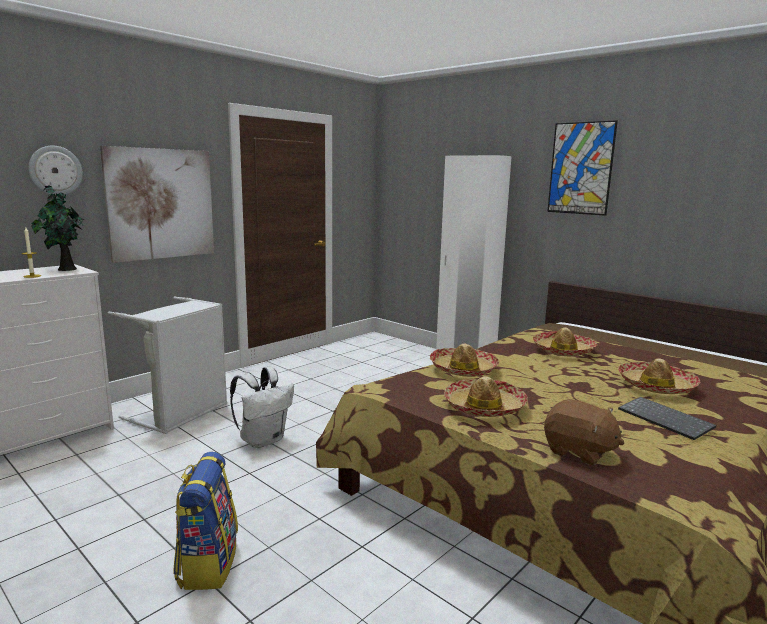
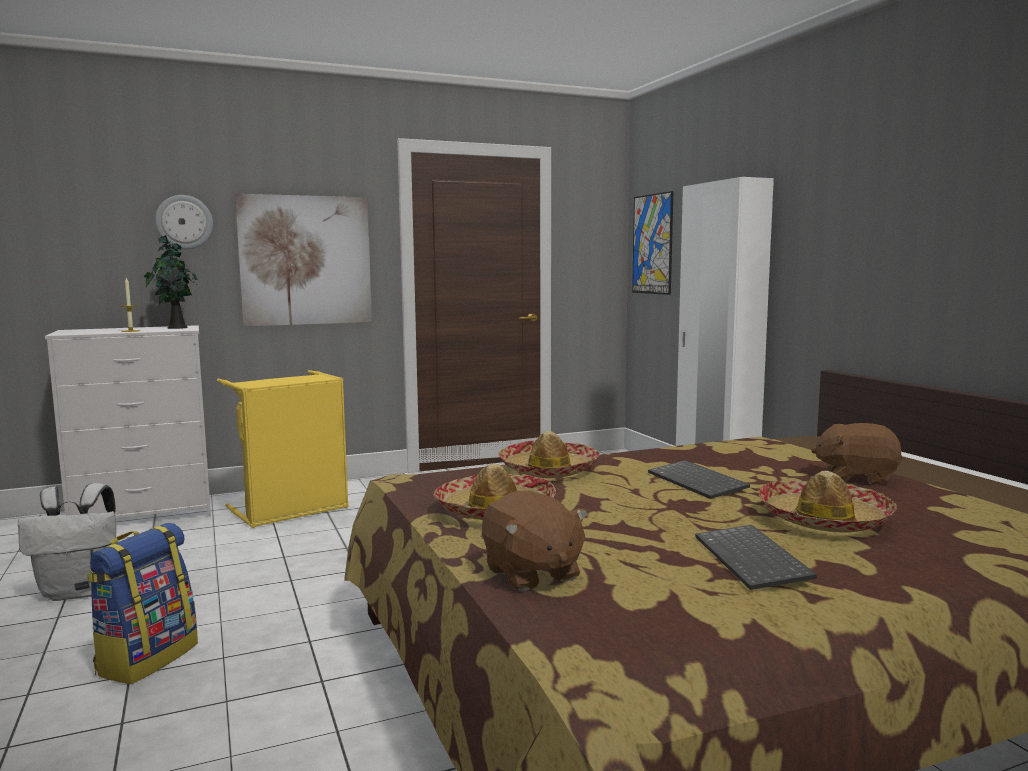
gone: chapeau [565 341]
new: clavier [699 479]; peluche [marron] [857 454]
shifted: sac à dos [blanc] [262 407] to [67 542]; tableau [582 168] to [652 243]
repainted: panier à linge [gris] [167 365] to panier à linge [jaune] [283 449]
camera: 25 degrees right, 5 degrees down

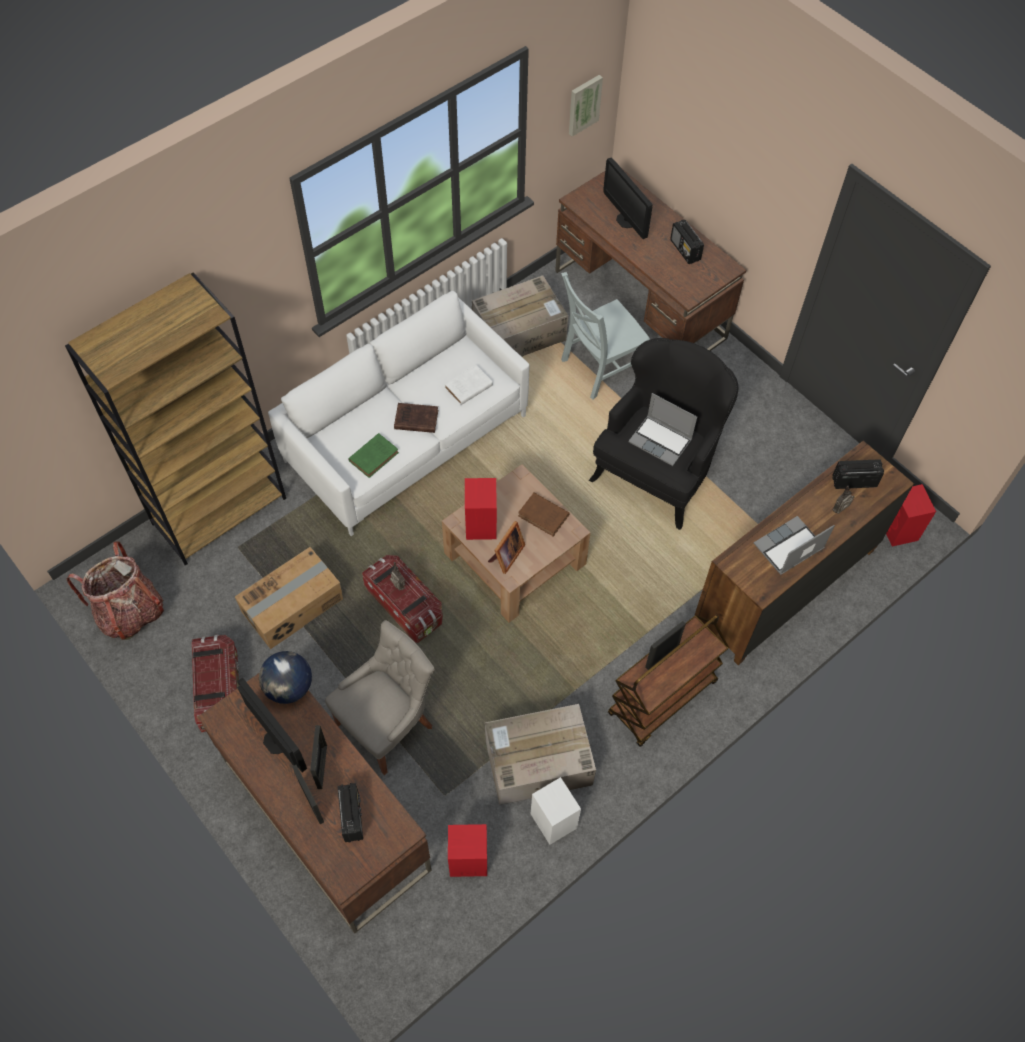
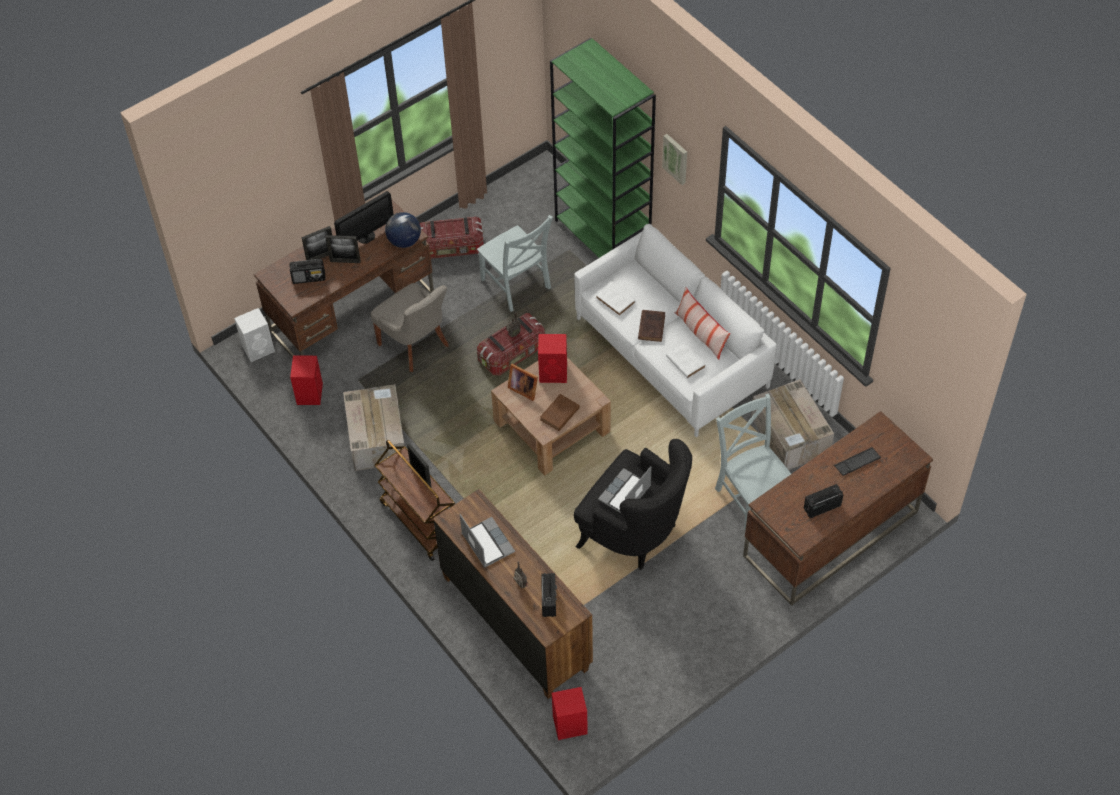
gone: sac à dos [115 590]
new: coussin [702 323]
shifted: enceinte [blanc] [556 811] to [254 335]; tableau [586 106] to [674 159]
swapped: carton [289 598] to chaise [gris] [515 263]; écran d'ordinateur [628 198] to clavier [857 461]
repainted: bibliothèque [marron] [175 418] to bibliothèque [vert] [603 148]; livre [vert] [373 455] to livre [blanc] [616 299]
camera: 95 degrees right, 5 degrees down

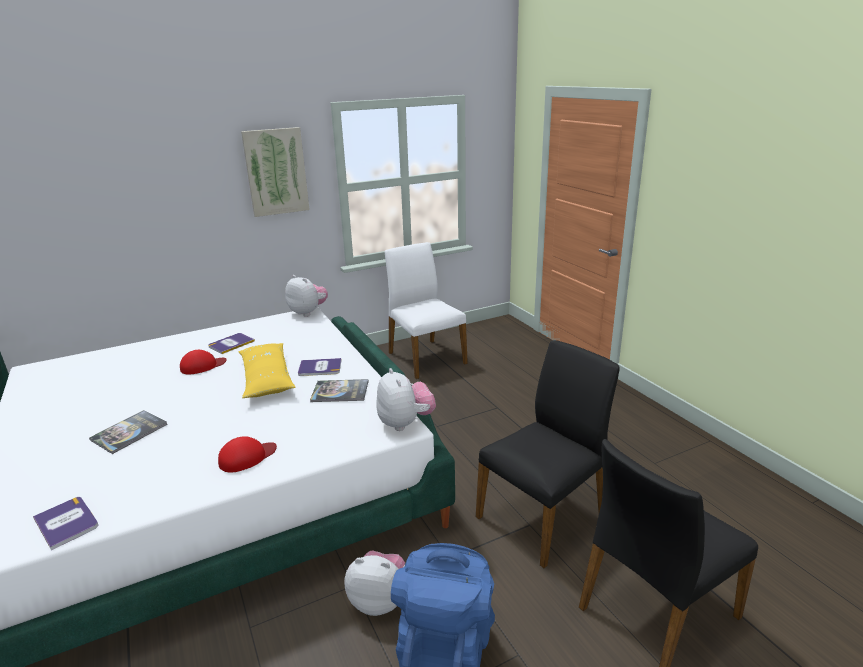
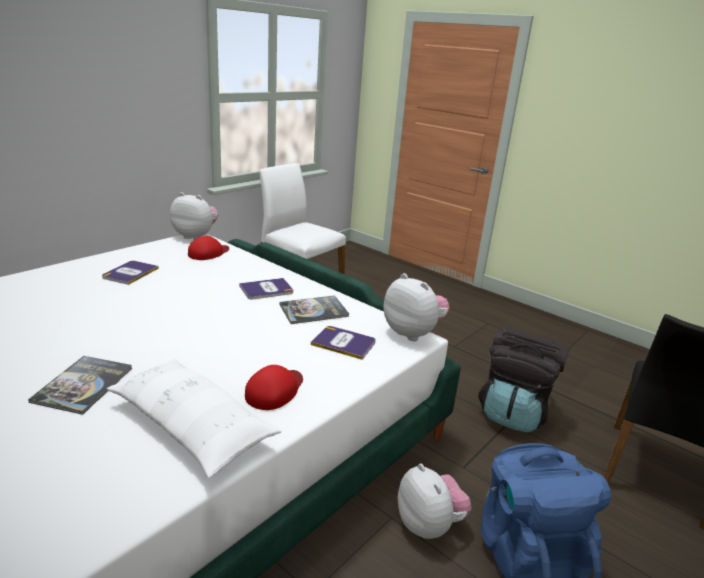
gone: coussin [jaune] [267 370]; tableau [275 172]
new: coussin [blanc] [194 418]
shifted: livre [65 523] to [343 343]; casquette [rouge] [203 362] to [208 248]
swapped: chaise [noir] [548 454] to sac à dos [noir] [523 380]
rotated: peluche [374 583] = [434 501] 75 degrees clockwise
camera: 25 degrees left, 0 degrees up

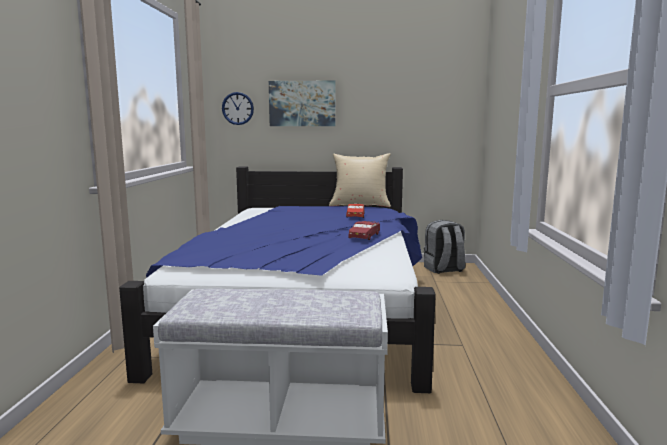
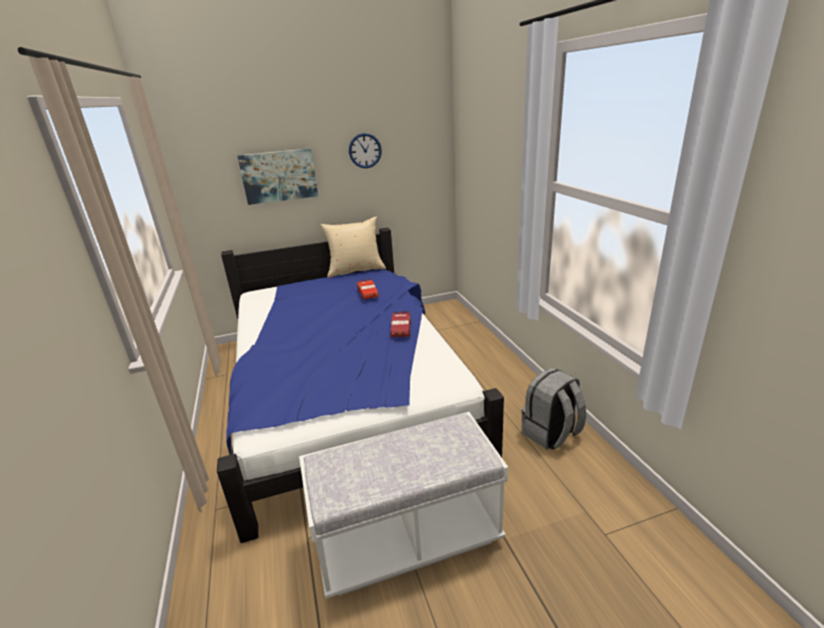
shifted: horloge murale [238 108] to [365 150]; sac à dos [gris] [444 247] to [553 408]
camera: 20 degrees left, 15 degrees up

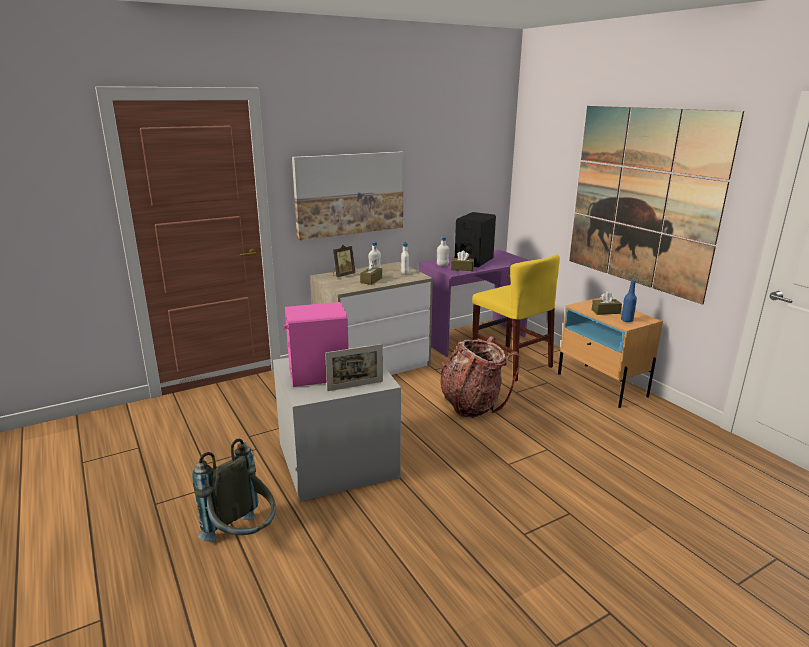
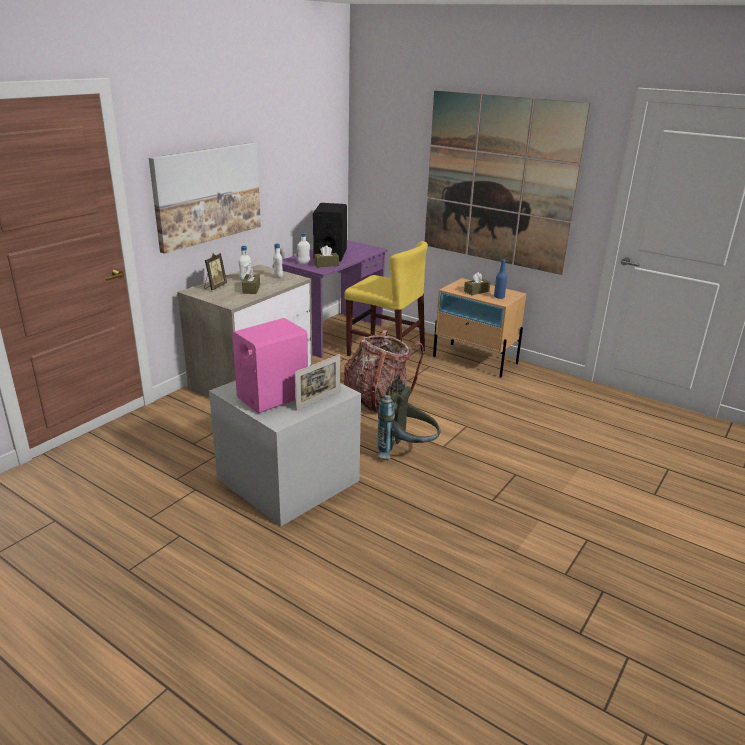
shifted: sac à dos [gris] [234 490] to [408 416]
camera: 25 degrees left, 5 degrees up

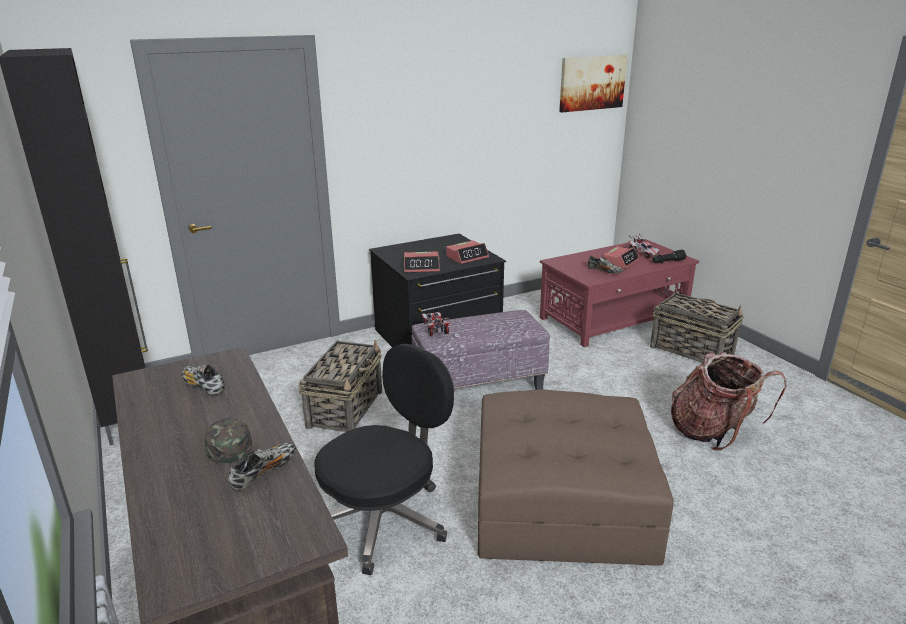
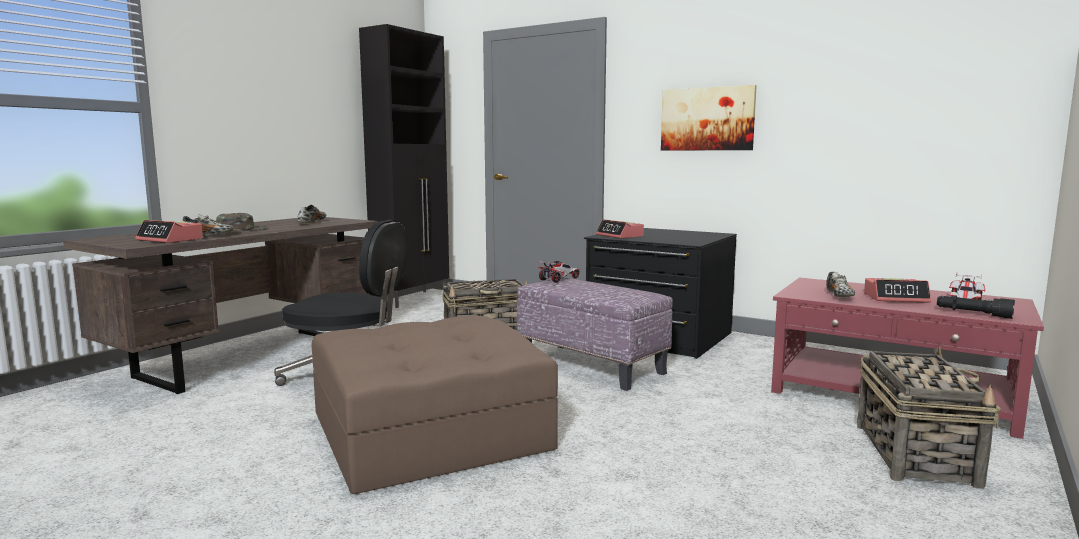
gone: sac à dos [729 401]
shifted: réveil [467 252] to [169 231]; tableau [593 83] to [709 117]
camera: 60 degrees right, 15 degrees down

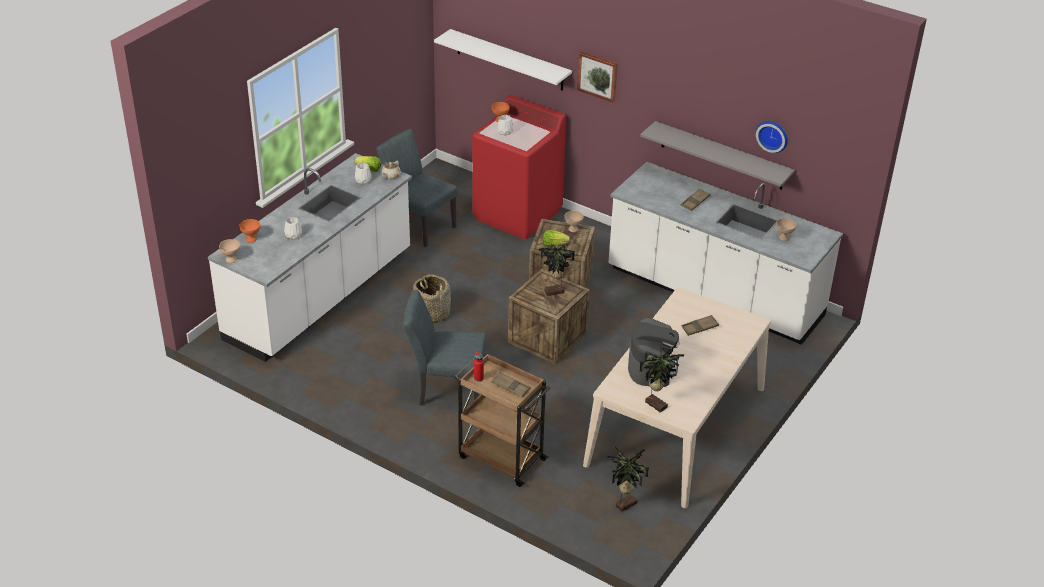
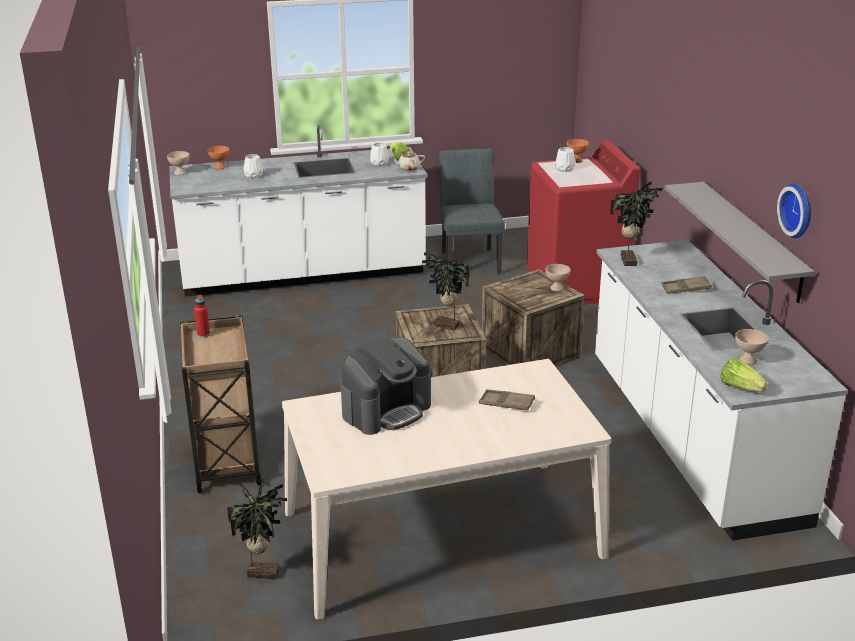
gone: chaise [gris] [444 347]; panier [432 299]; étagère [blanc] [503 60]; plateau [marron] [510 385]; tableau [597 76]
shifted: laitue [556 238] to [744 375]; plante en pot [661 376] to [636 223]
camera: 45 degrees right, 10 degrees down

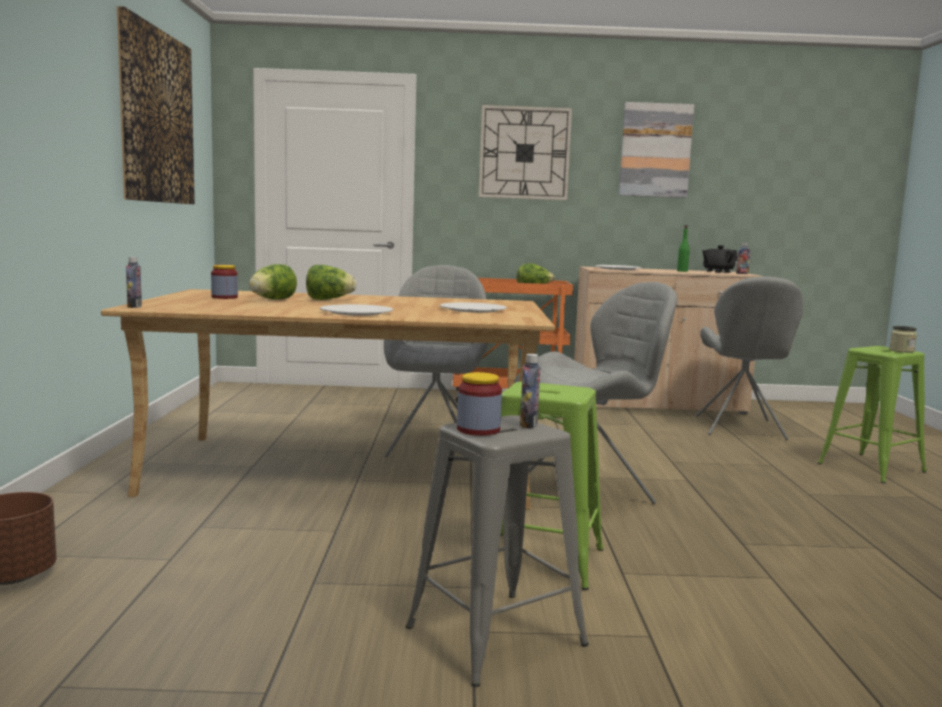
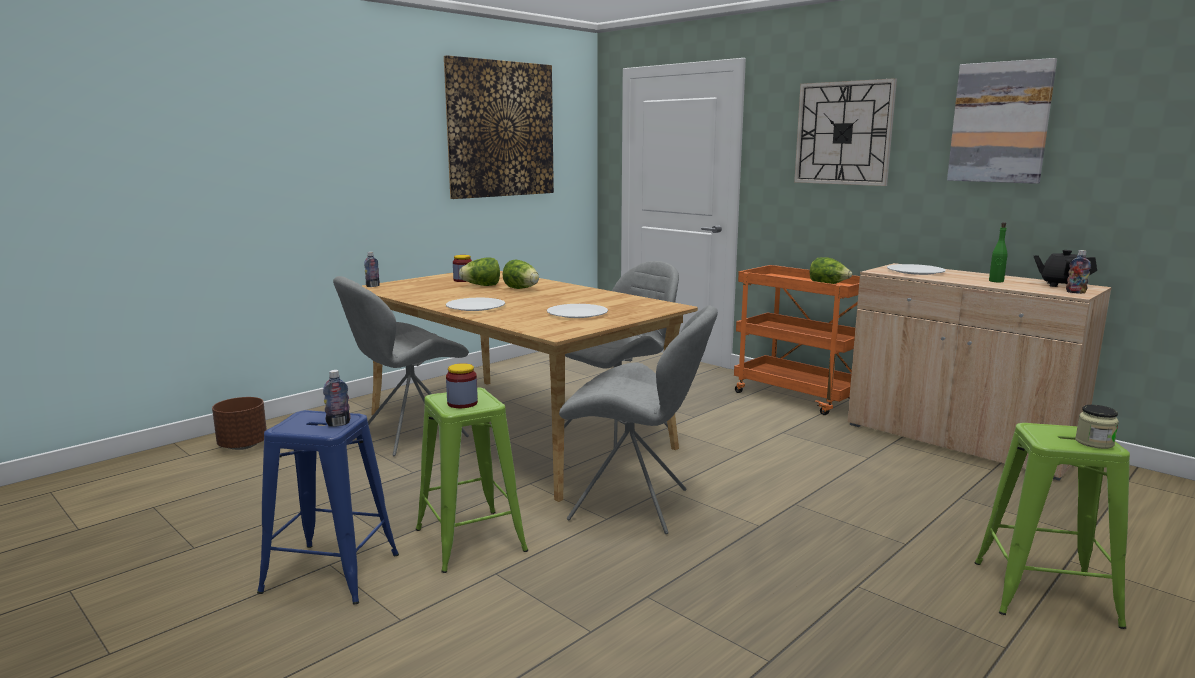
shifted: bocal [479 404] to [462 385]; chaise [gris] [749 358] to [401 366]
repainted: tabouret [gris] [497 551] to tabouret [bleu] [328 507]
camera: 45 degrees right, 5 degrees up

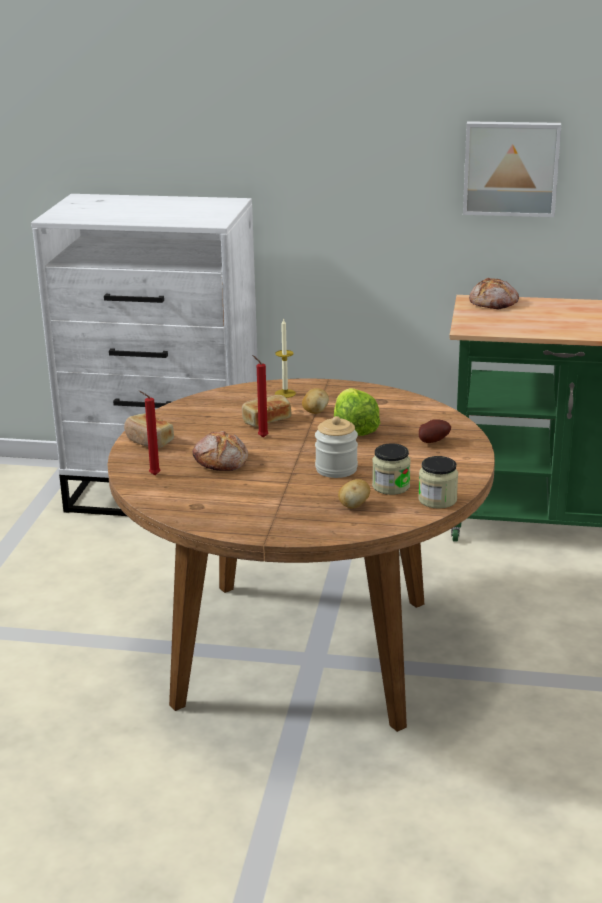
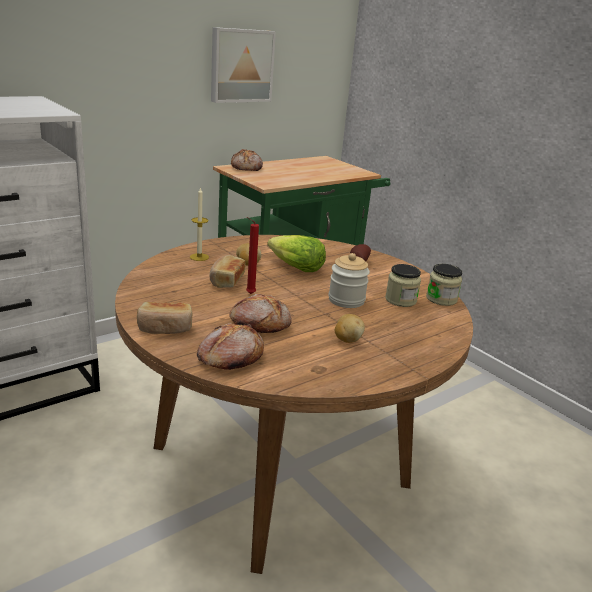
shifted: pomme de terre [354 493] to [350 328]
swapped: bougie [rouge] [150 433] to pain [230 346]
camera: 50 degrees left, 0 degrees up

